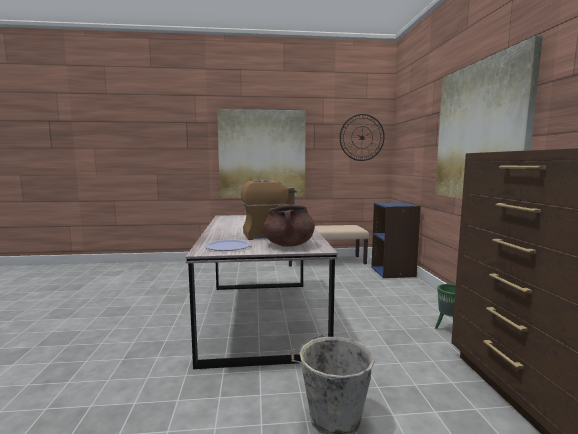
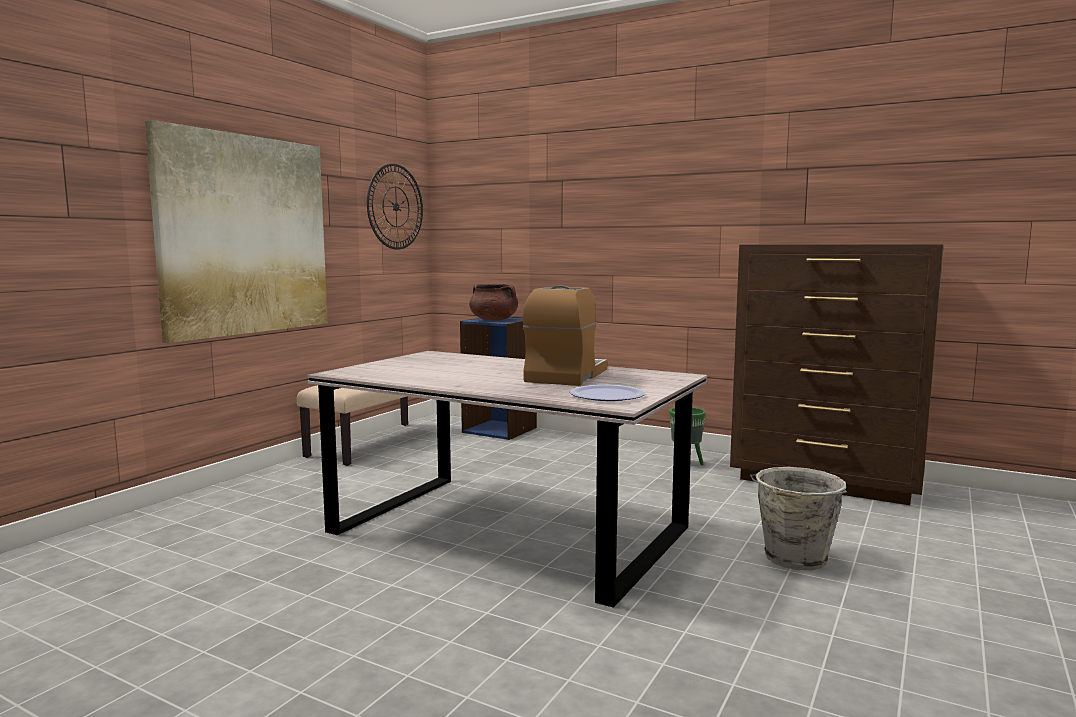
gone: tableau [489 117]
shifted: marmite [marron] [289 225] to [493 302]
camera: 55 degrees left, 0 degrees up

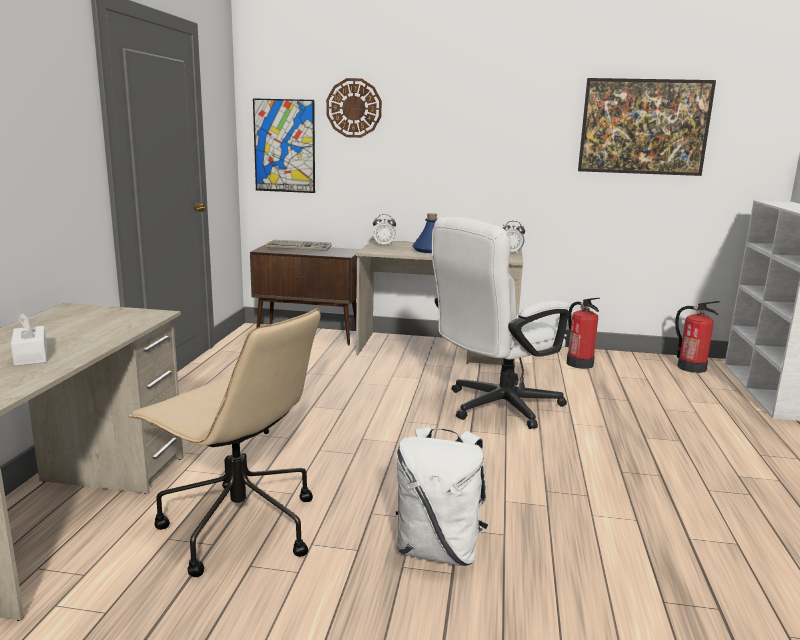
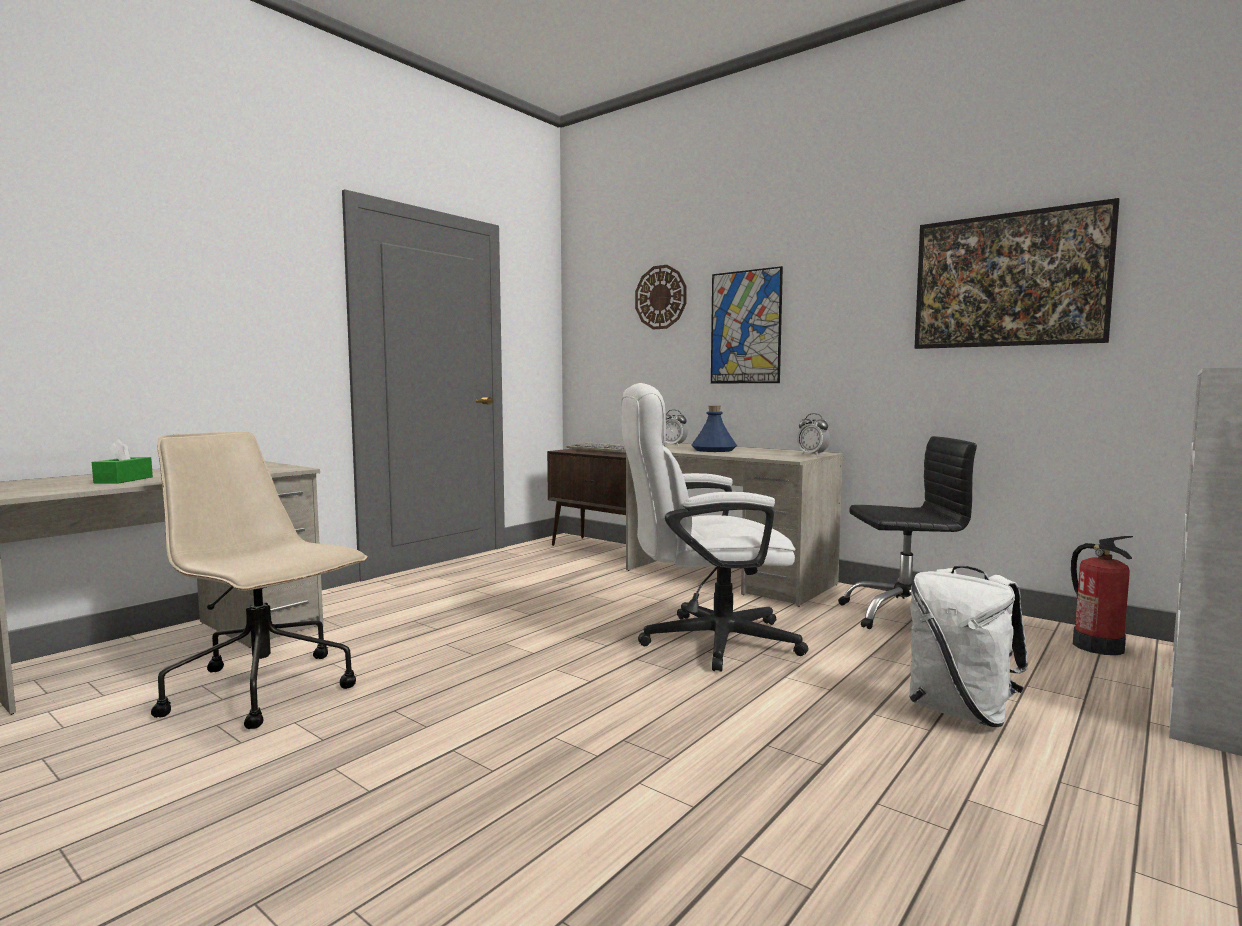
shifted: tableau [284 145] to [747 324]; sac à dos [blanc] [442 496] to [968 646]
swapped: extincteur [583 333] to chaise de bureau [noir] [907 532]
repainted: boîte à mouchoirs [blanc] [29 339] to boîte à mouchoirs [vert] [122 461]
rotated: chaise de bureau [beige] [224 442] = [259 580] 150 degrees clockwise
camera: 30 degrees right, 10 degrees down

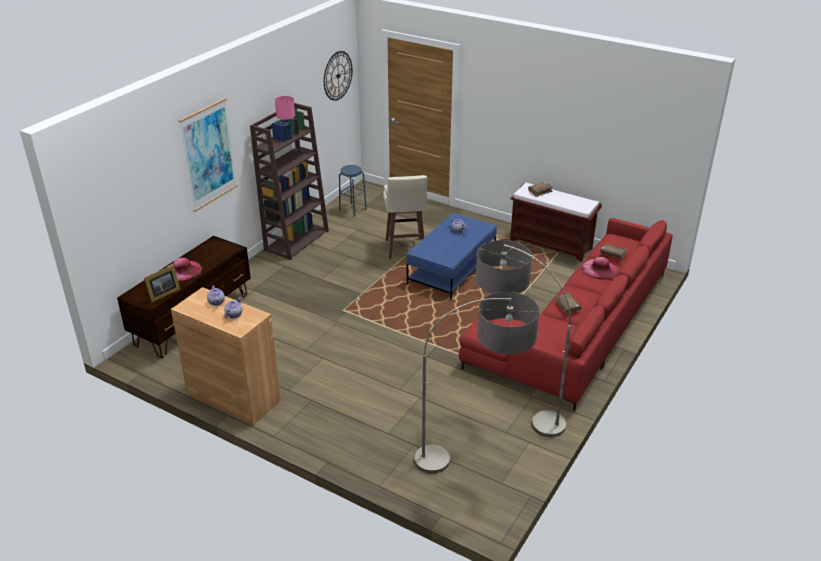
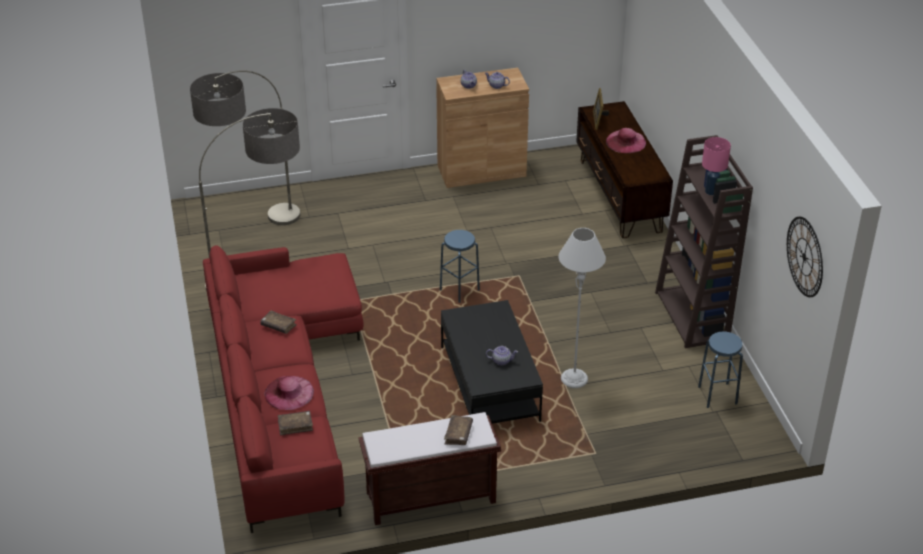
gone: tableau [208 155]
new: tabouret [bleu] [460 266]
swapped: tabouret [beige] [405 217] to lampadaire [gris] [582 308]
repainted: table basse [bleu] [452 256] to table basse [noir] [492 362]
camera: 135 degrees right, 5 degrees up

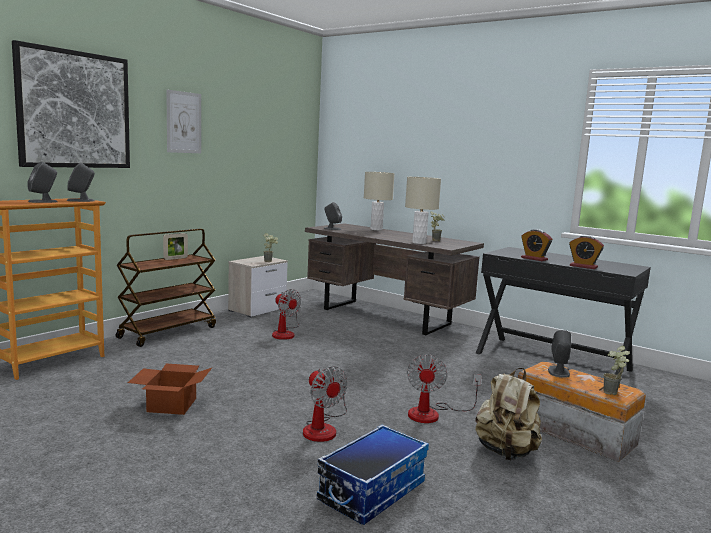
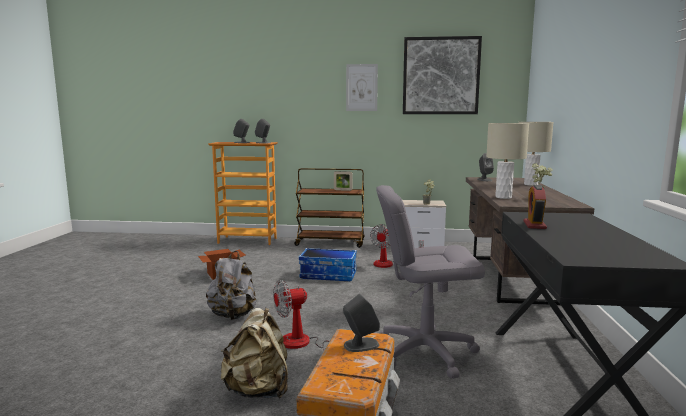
gone: réveil [586 252]; plante en pot [616 370]
new: chaise de bureau [gris] [430 282]
shifted: tableau [71 104] to [442 75]; boîte de rangement [373 474] to [328 264]
swapped: ventilateur [325 404] to sac à dos [gris] [231 285]
camera: 60 degrees right, 0 degrees up

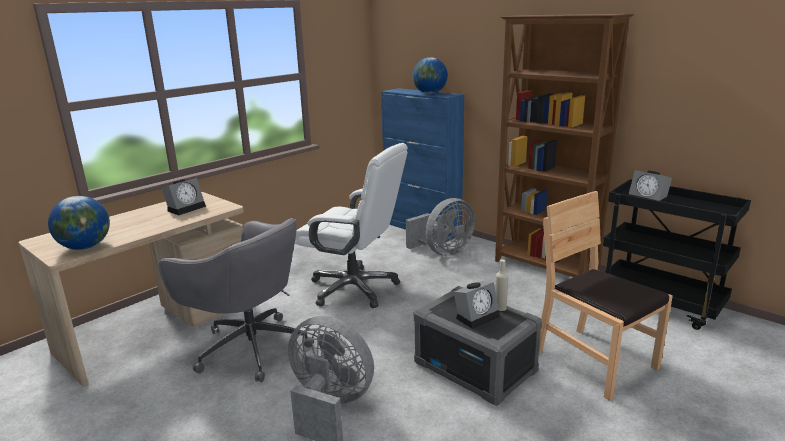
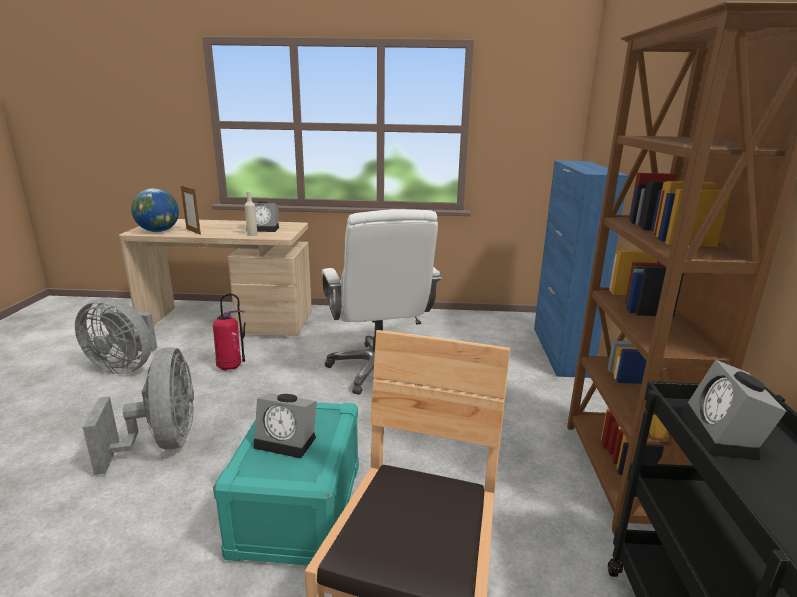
gone: globe [430 75]
new: cadre photo [191 210]
shifted: ventilateur [gris] [440 227] to [116 336]; bouteille [beige] [501 285] to [251 213]
swapped: chaise de bureau [gris] [236 300] to extincteur [229 332]
repainted: boîte de rangement [gris] [478 346] to boîte de rangement [turquoise] [286 484]
camera: 50 degrees right, 0 degrees up

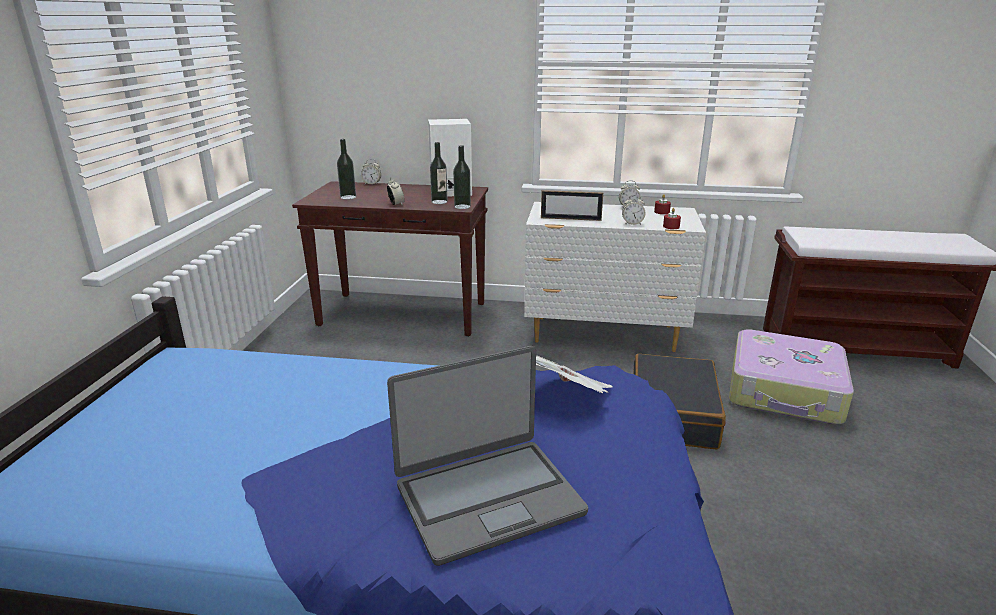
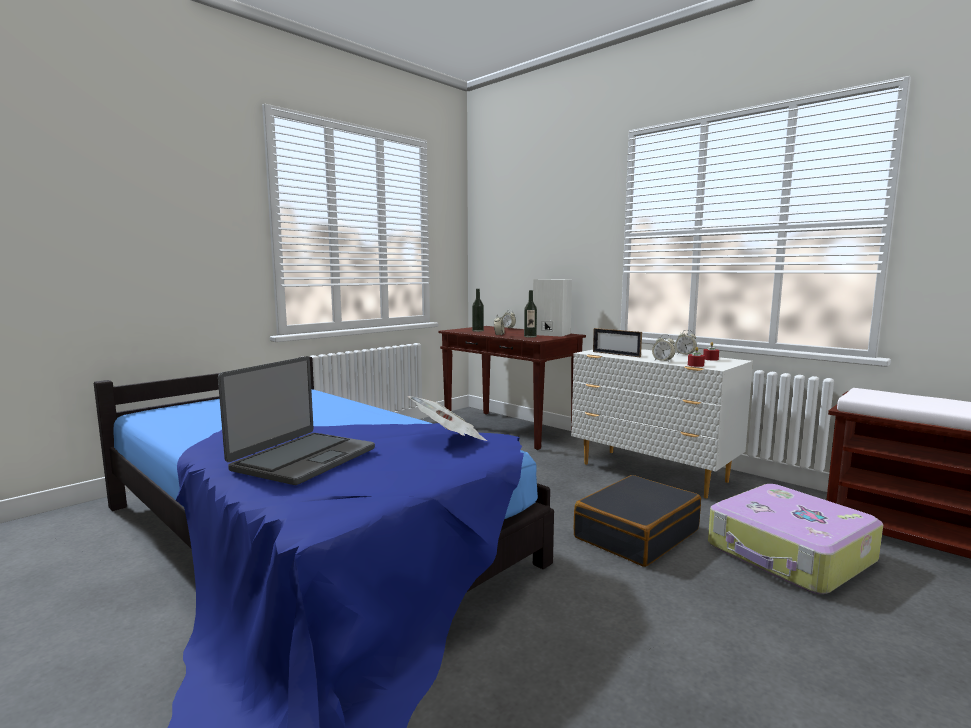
gone: bouteille [462 177]
rotated: ordinateur portable [487 456] = [296 420] 75 degrees counterclockwise
camera: 35 degrees right, 15 degrees down

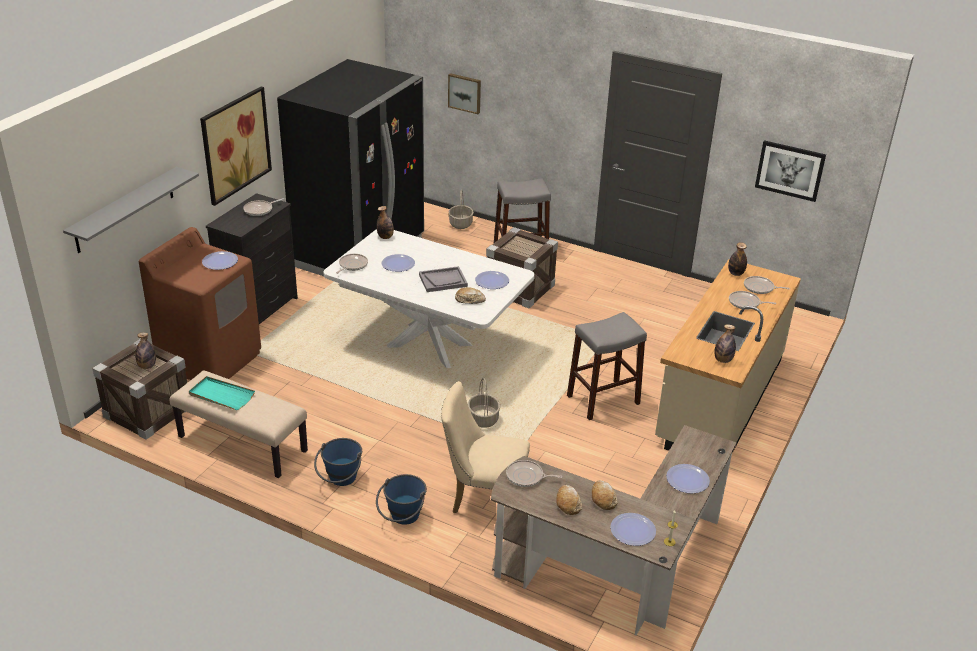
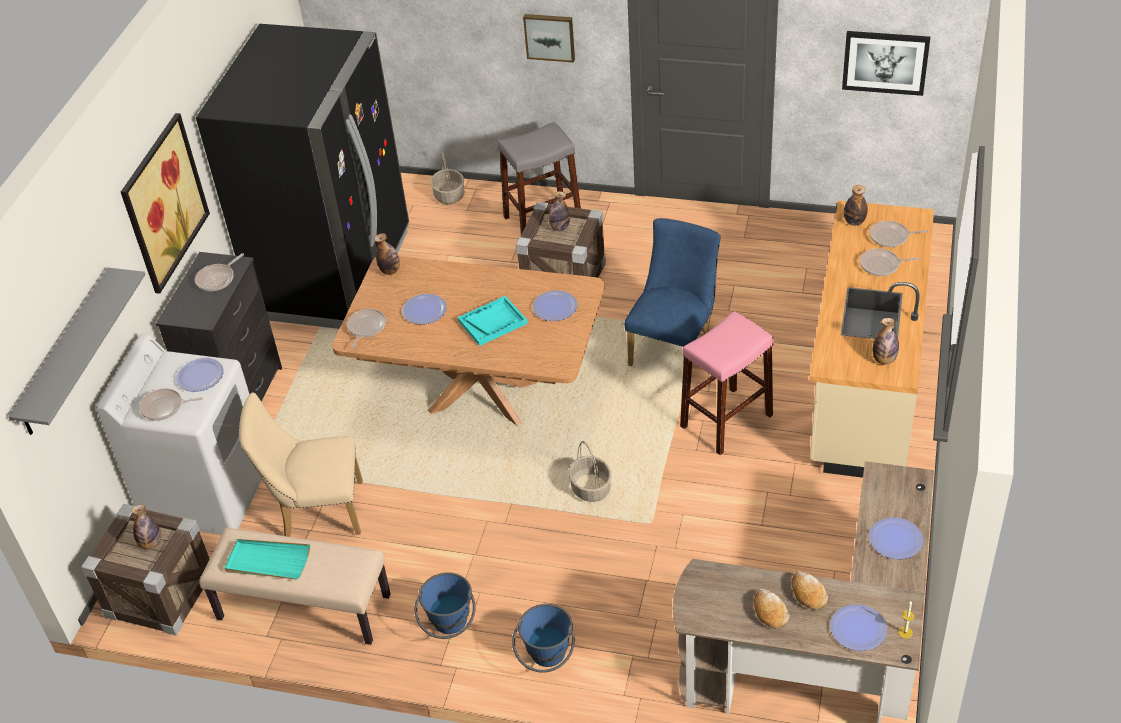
gone: pain [470 295]
new: bouteille [559 211]; chaise [bleu] [672 292]
shifted: chaise [beige] [485 447] to [301 464]; tableau [464 93] to [549 38]; poêle [534 473] to [171 404]
repainted: lave-linge [marron] [200 303] to lave-linge [blanc] [179 434]; table à manger [blanc] [429 298] to table à manger [marron] [468 341]; plateau [gris] [443 279] to plateau [turquoise] [493 321]; tabouret [gris] [607 366] to tabouret [rose] [727 383]
camera: 10 degrees left, 10 degrees up

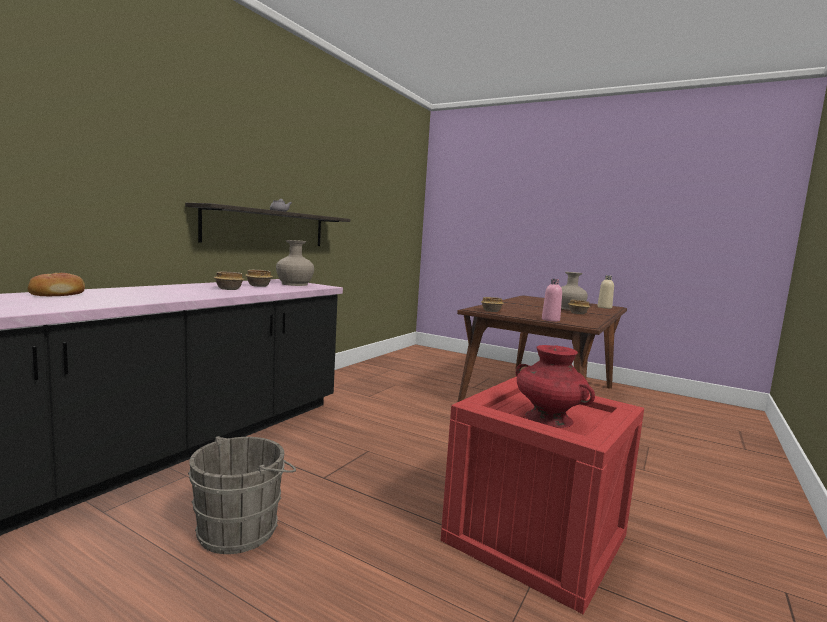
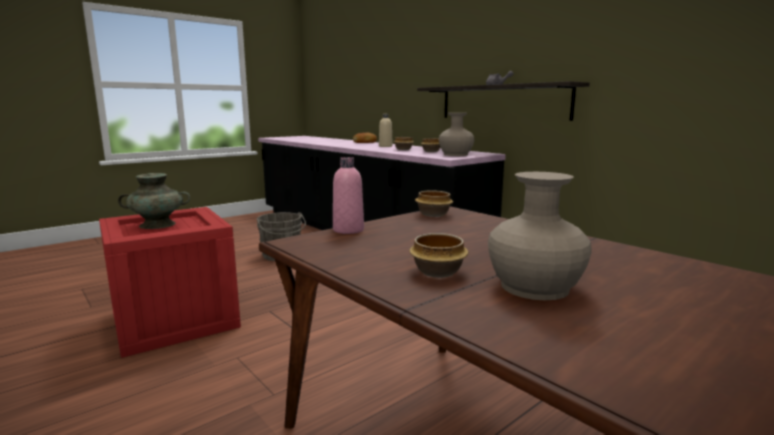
shifted: bouteille [beige] [605 292] to [386 130]
repainted: vase [rouge] [555 386] to vase [turquoise] [154 201]
camera: 110 degrees right, 5 degrees up

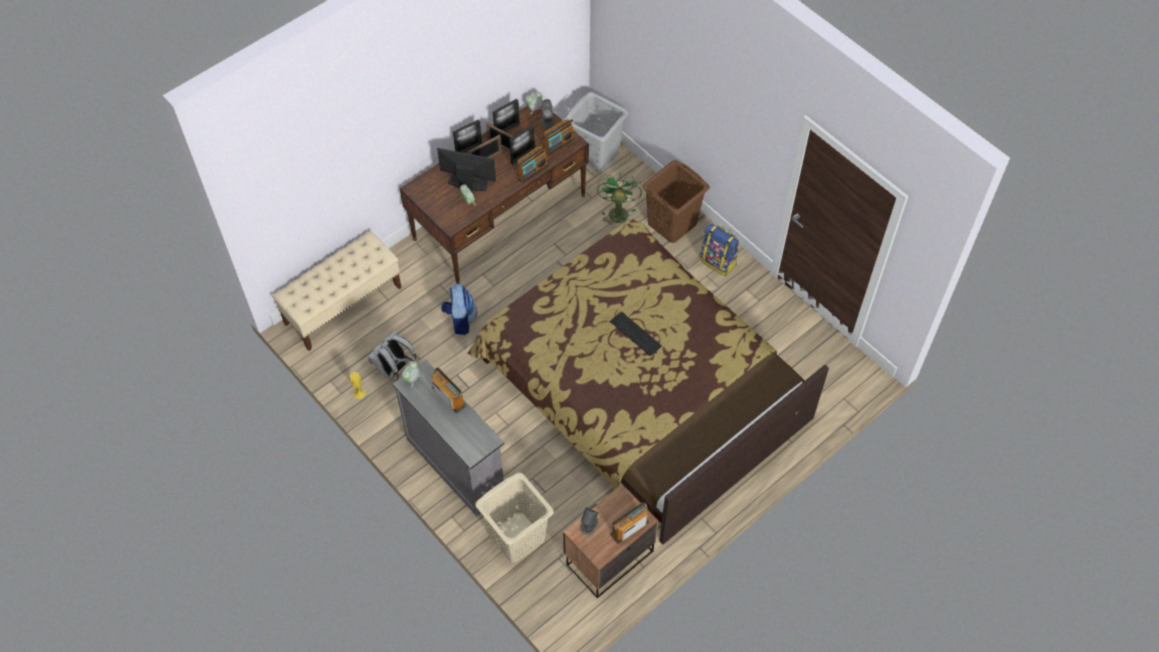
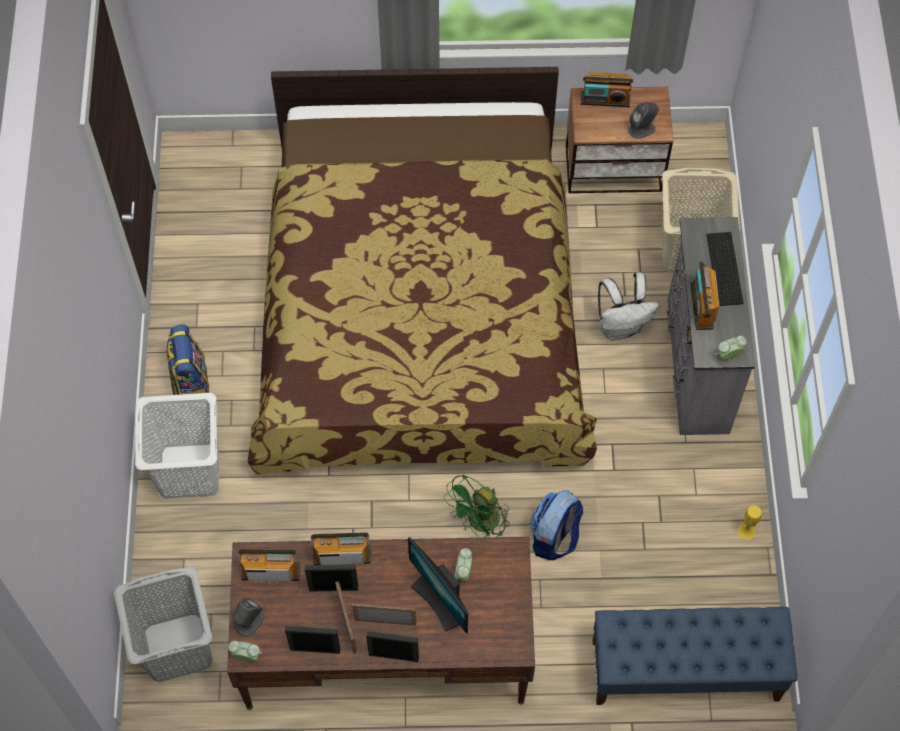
shifted: sac à dos [blanc] [392 355] to [628 306]; ventilateur [vert] [619 201] to [477 506]; clavier [636 334] to [725 269]
repainted: banc [beige] [337 291] to banc [bleu] [694 656]; panier à linge [marron] [676 201] to panier à linge [blanc] [177 446]
camera: 140 degrees left, 5 degrees up

